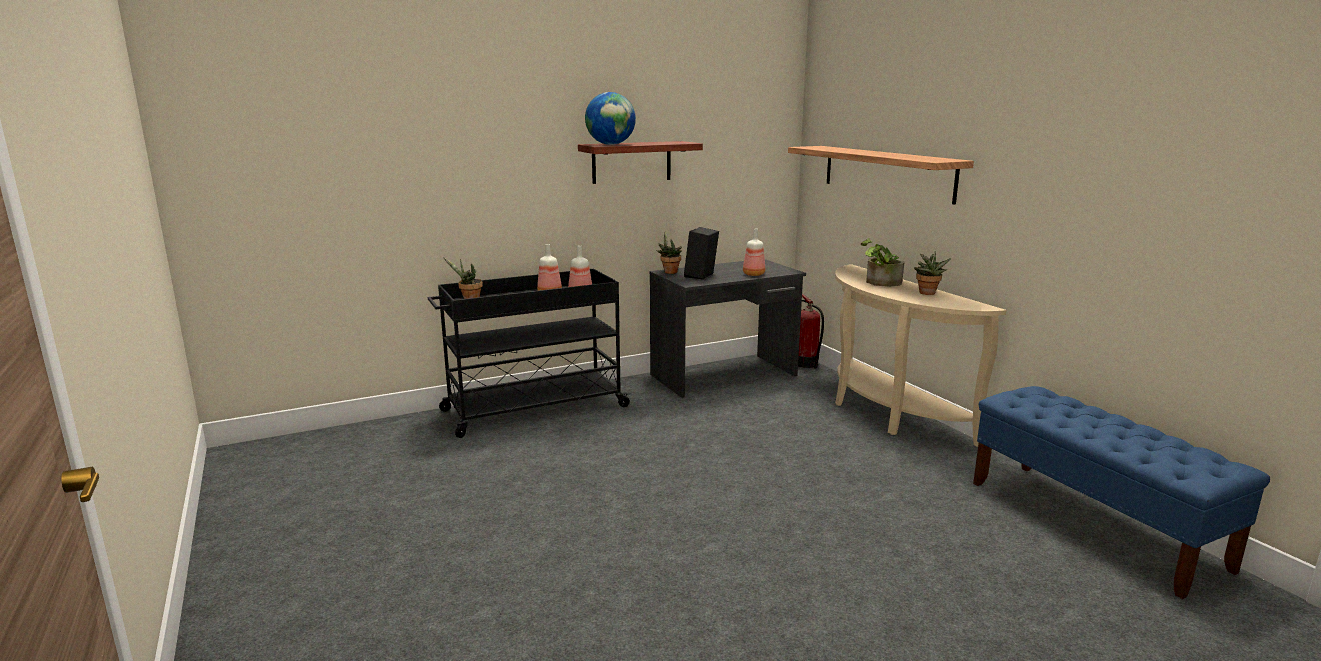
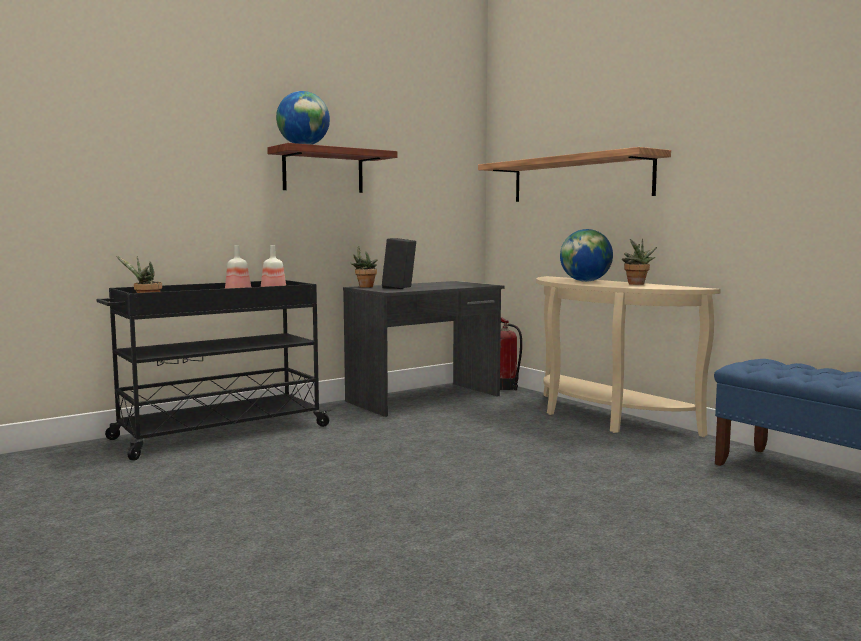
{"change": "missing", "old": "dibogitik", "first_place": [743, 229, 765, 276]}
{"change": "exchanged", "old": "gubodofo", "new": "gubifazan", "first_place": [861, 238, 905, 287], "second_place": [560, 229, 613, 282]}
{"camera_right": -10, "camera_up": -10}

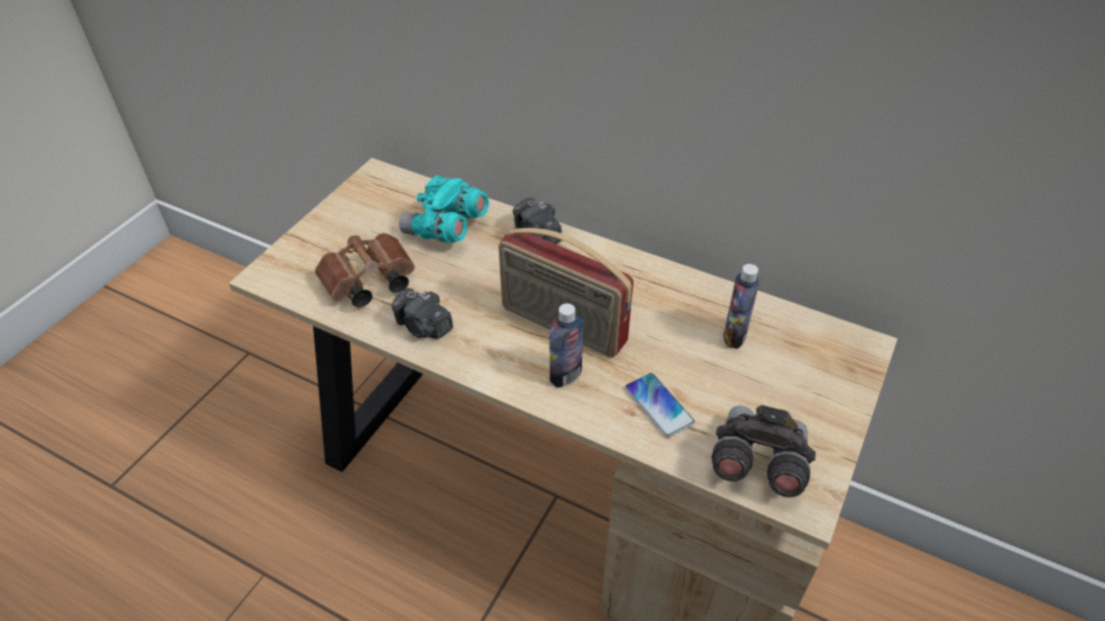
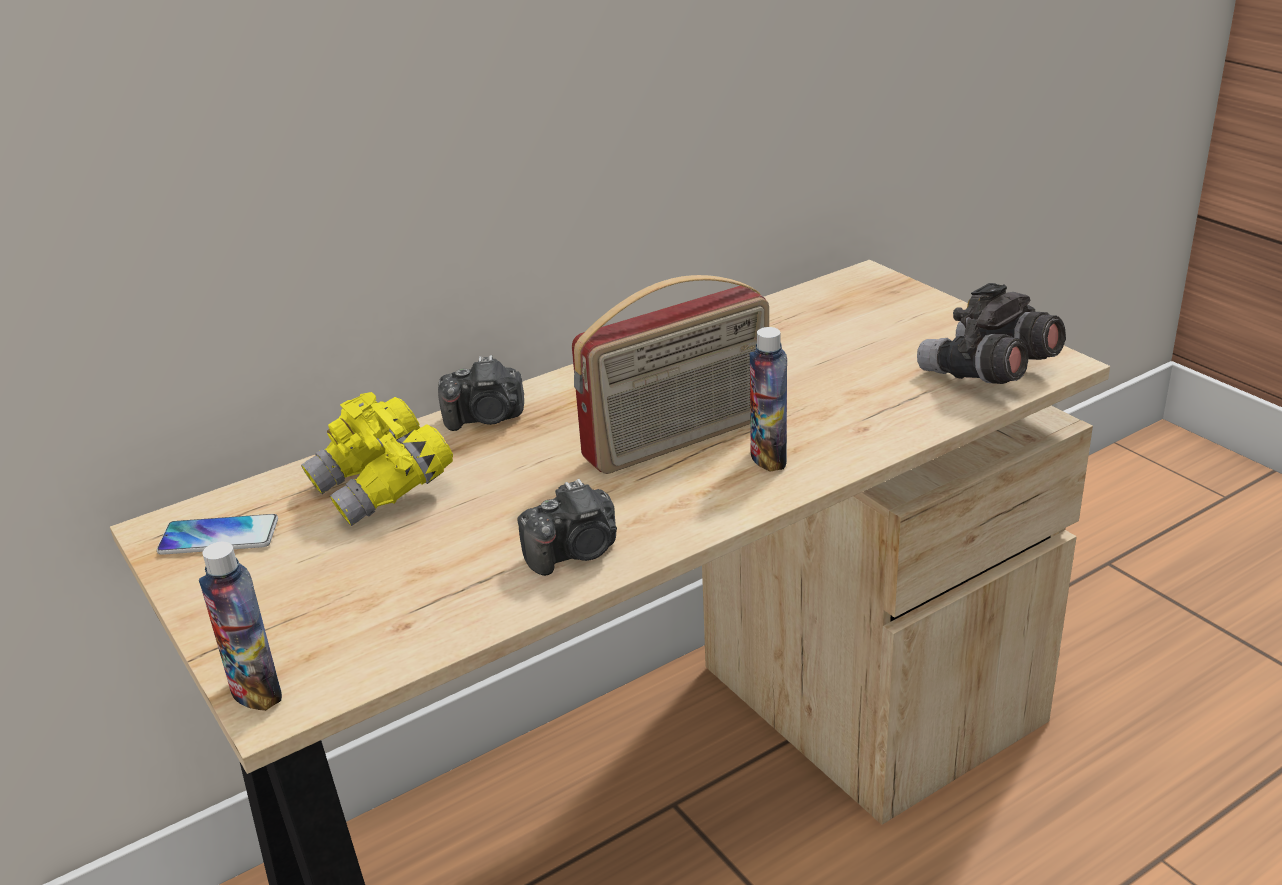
{"change": "missing", "old": "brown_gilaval", "first_place": [315, 233, 415, 307]}
{"change": "colour", "old": "turquoise_gilaval", "new": "yellow_gilaval", "first_place": [399, 175, 489, 243], "second_place": [301, 392, 453, 526]}
{"change": "relocated", "old": "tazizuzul", "first_place": [625, 373, 695, 438], "second_place": [157, 514, 278, 555]}
{"change": "relocated", "old": "dibogitik", "first_place": [723, 264, 759, 349], "second_place": [199, 542, 282, 711]}
{"camera_right": -60, "camera_up": -15}

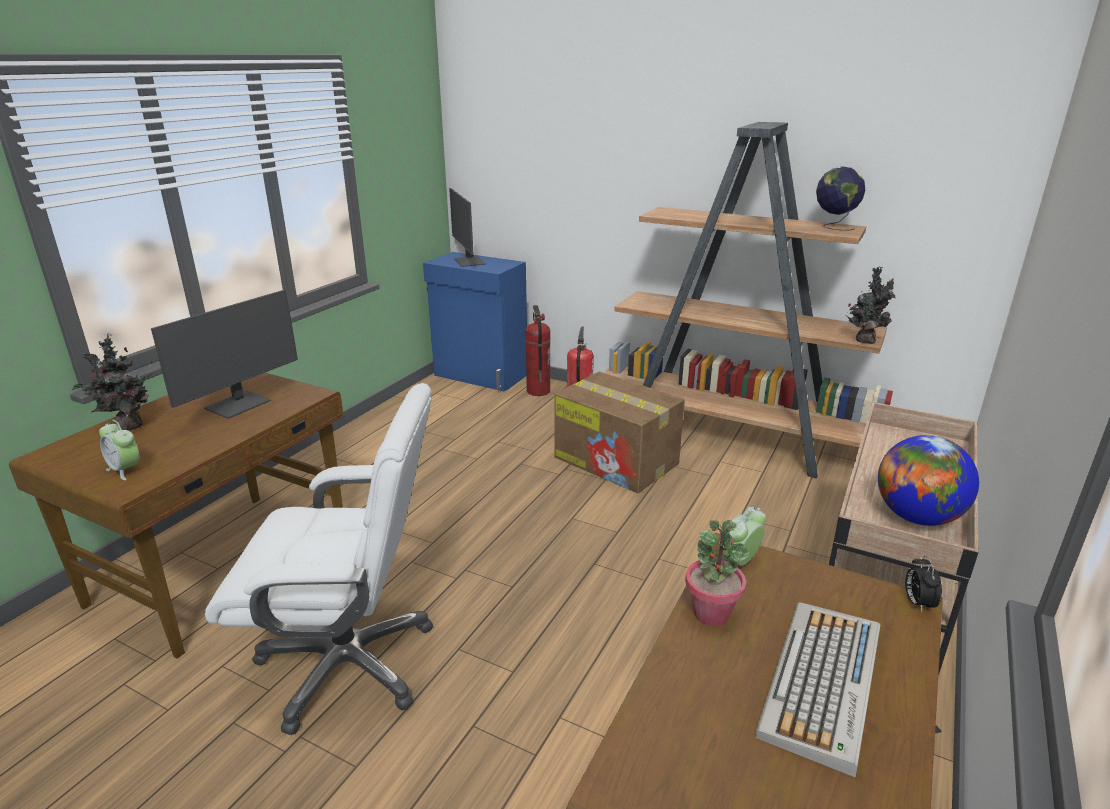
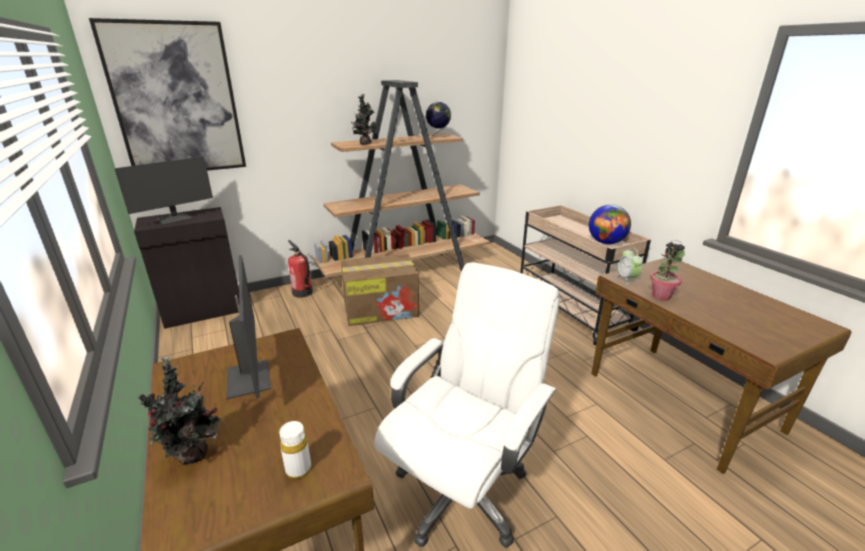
{"change": "exchanged", "old": "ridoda", "new": "white_dibogitik", "first_place": [99, 420, 139, 480], "second_place": [279, 421, 311, 479]}
{"change": "colour", "old": "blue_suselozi", "new": "black_suselozi", "first_place": [423, 252, 527, 392], "second_place": [134, 207, 239, 329]}
{"change": "spun", "old": "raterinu", "first_place": [449, 188, 486, 267], "second_place": [114, 156, 213, 225], "degrees": -60}
{"change": "missing", "old": "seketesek", "first_place": [525, 305, 551, 396]}
{"change": "missing", "old": "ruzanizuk", "first_place": [755, 602, 880, 778]}
{"change": "relocated", "old": "gubodofo", "first_place": [846, 267, 895, 344], "second_place": [351, 94, 377, 145]}
{"change": "appeared", "new": "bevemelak", "second_place": [89, 18, 246, 171]}
{"camera_right": -55, "camera_up": 0}

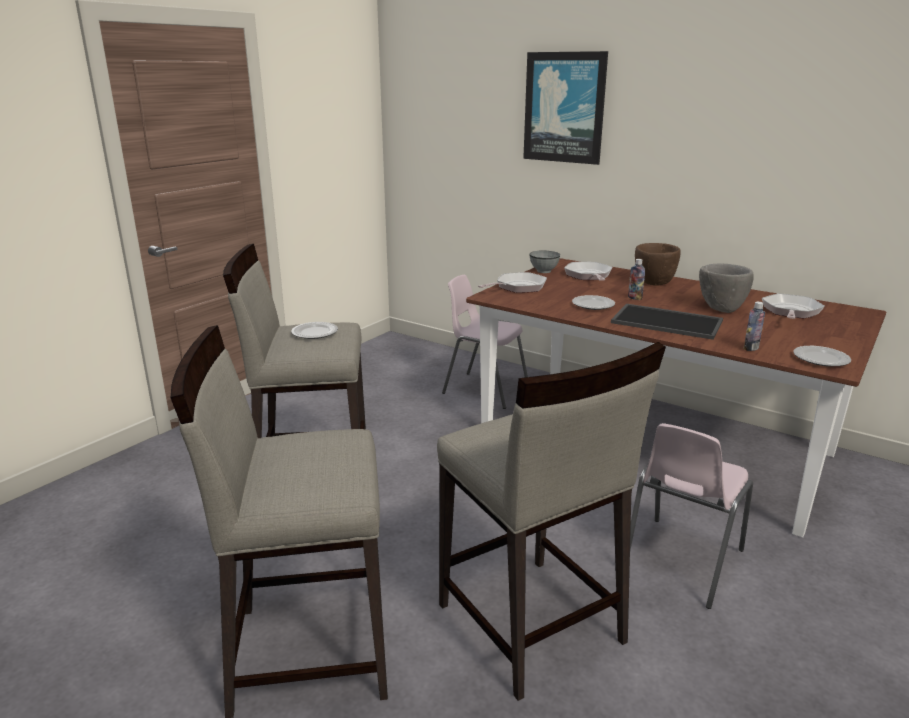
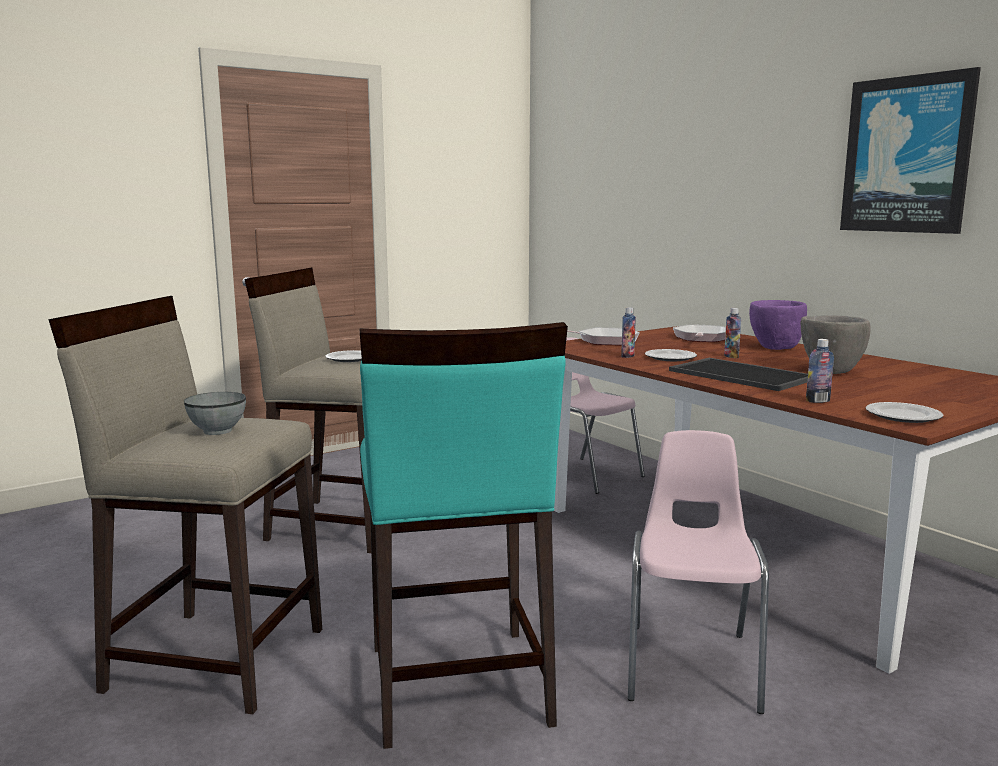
{"change": "colour", "old": "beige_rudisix", "new": "turquoise_rudisix", "first_place": [437, 342, 666, 701], "second_place": [360, 322, 568, 749]}
{"change": "relocated", "old": "bevemelak", "first_place": [523, 51, 608, 165], "second_place": [840, 67, 981, 234]}
{"change": "relocated", "old": "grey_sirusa", "first_place": [530, 250, 560, 273], "second_place": [184, 392, 246, 435]}
{"change": "spun", "old": "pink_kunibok", "first_place": [630, 423, 753, 609], "second_place": [628, 430, 769, 714], "degrees": 135}
{"change": "colour", "old": "brown_sirusa", "new": "purple_sirusa", "first_place": [635, 243, 681, 286], "second_place": [749, 300, 807, 350]}
{"change": "missing", "old": "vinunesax", "first_place": [762, 293, 825, 319]}
{"change": "appeared", "new": "dibogitik", "second_place": [621, 308, 636, 358]}
{"camera_right": 20, "camera_up": -10}

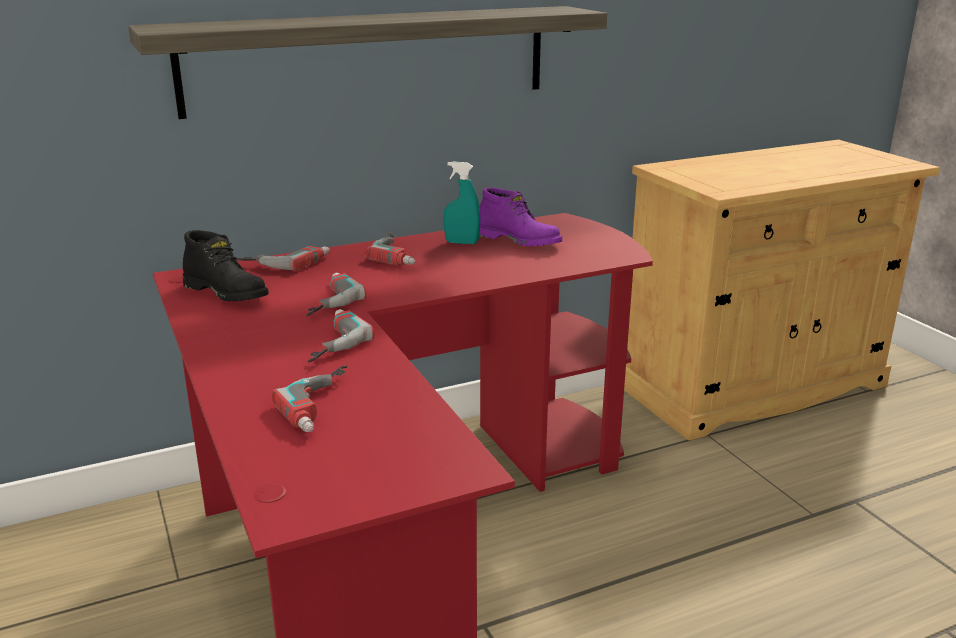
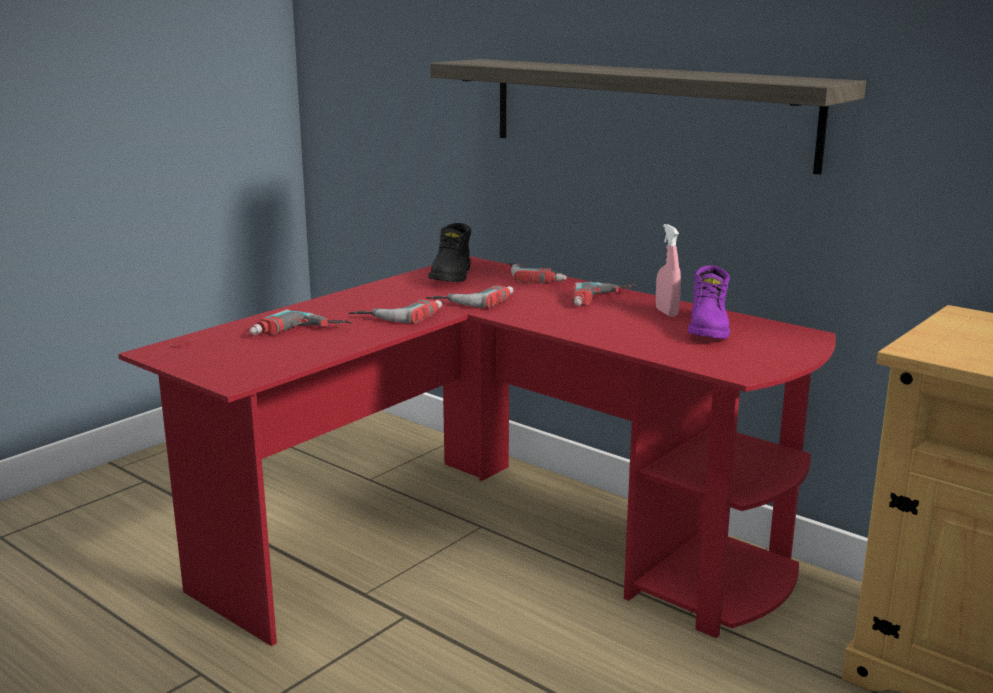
{"change": "colour", "old": "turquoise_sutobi", "new": "pink_sutobi", "first_place": [444, 161, 480, 244], "second_place": [656, 224, 681, 317]}
{"camera_right": 65, "camera_up": -5}

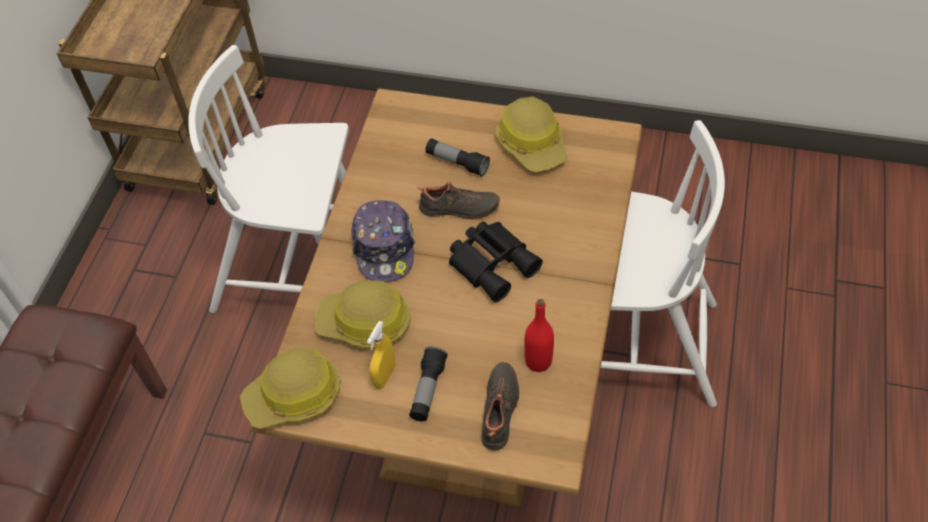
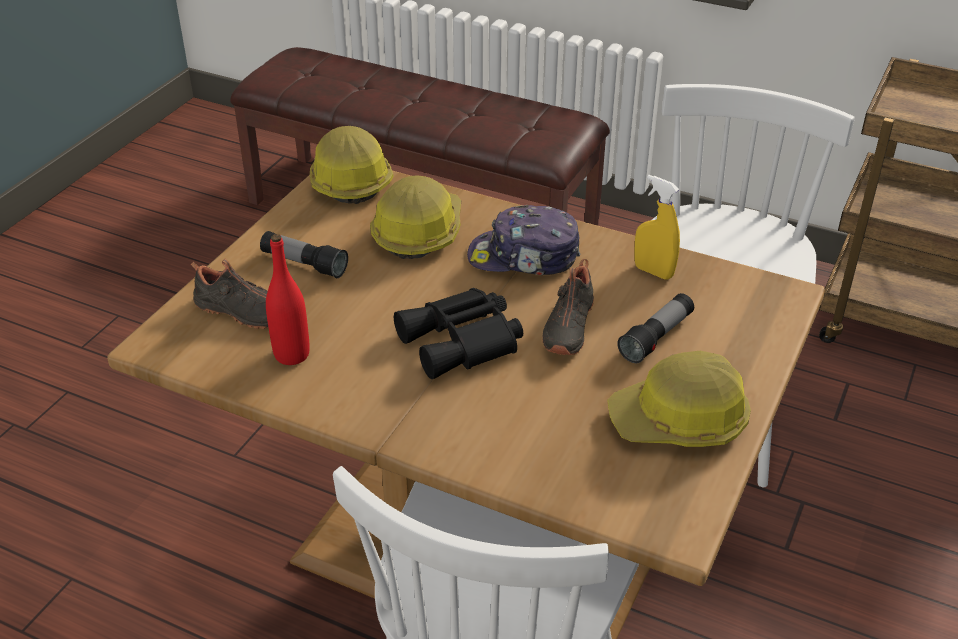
{"change": "relocated", "old": "yellow_sutobi", "first_place": [367, 321, 396, 389], "second_place": [634, 175, 680, 280]}
{"camera_right": 100, "camera_up": -15}

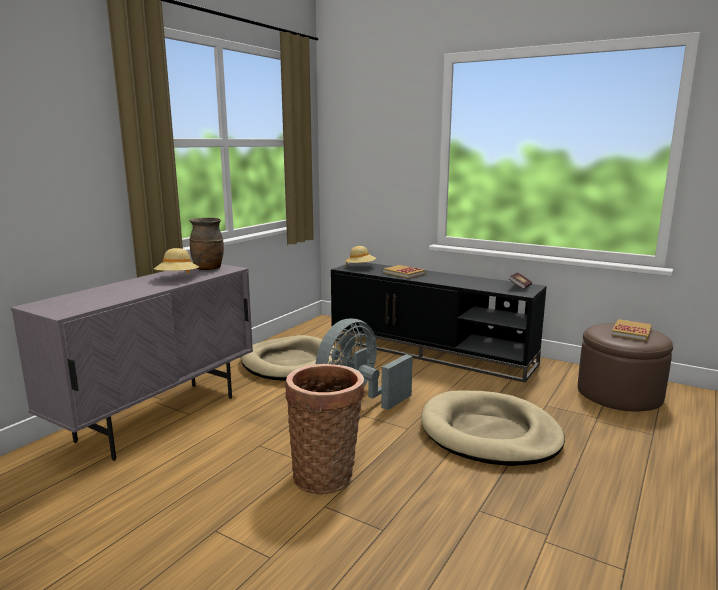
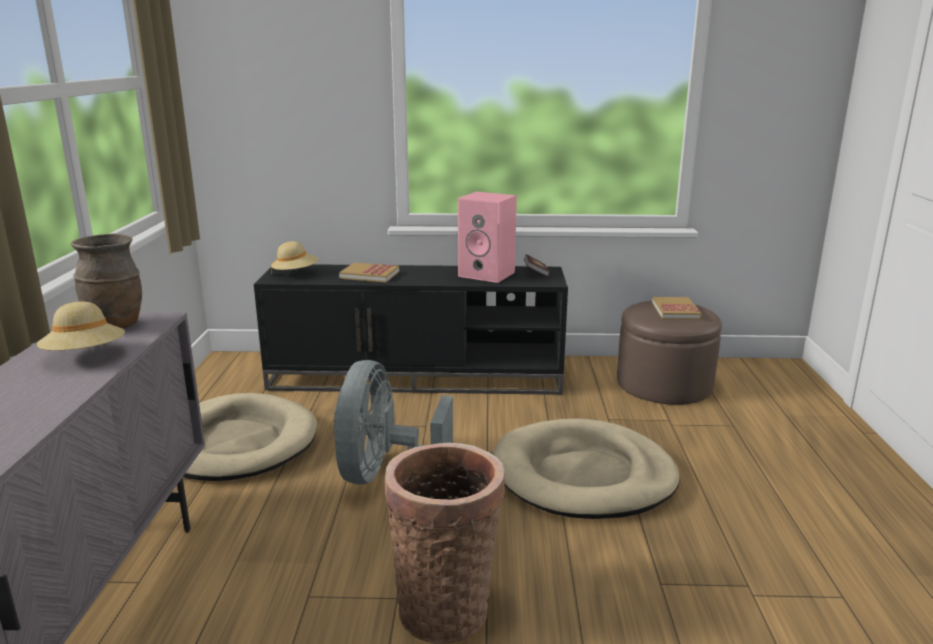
{"change": "appeared", "new": "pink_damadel", "second_place": [458, 191, 517, 283]}
{"camera_right": -30, "camera_up": 5}

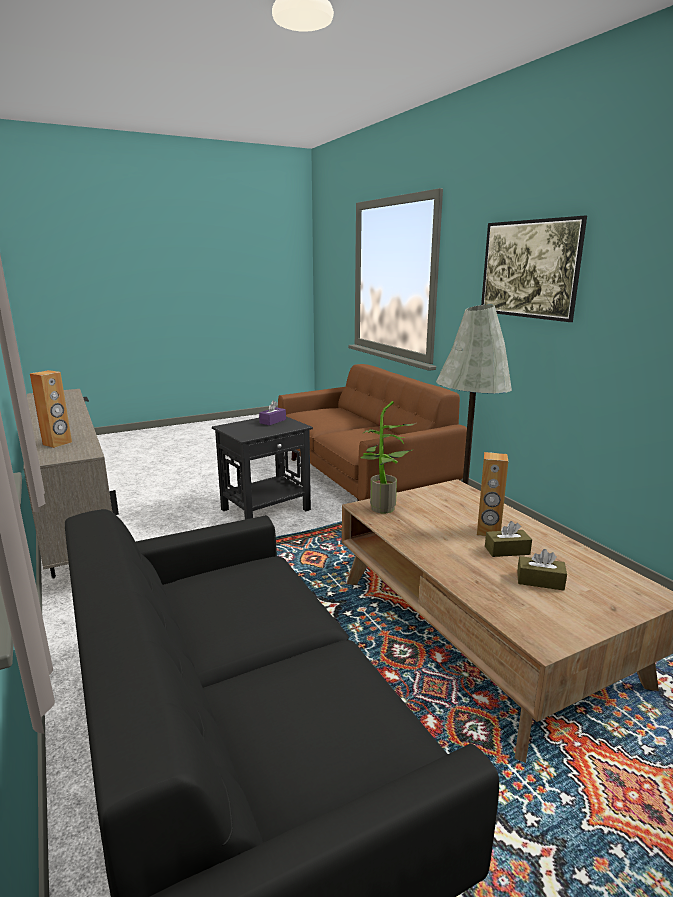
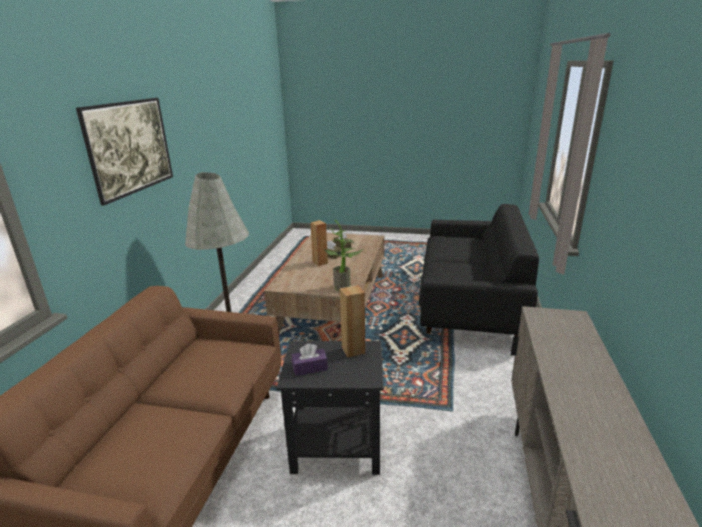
{"change": "relocated", "old": "brown_damadel", "first_place": [30, 370, 72, 448], "second_place": [340, 285, 365, 357]}
{"camera_right": -140, "camera_up": 5}

